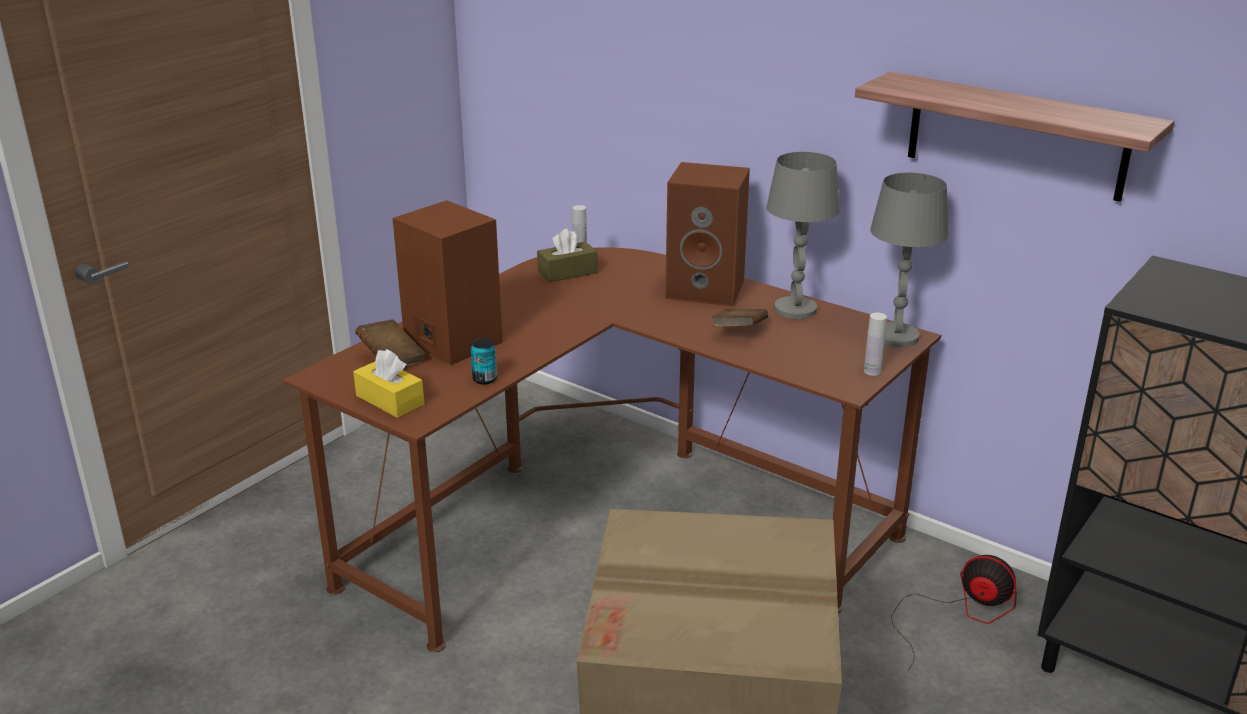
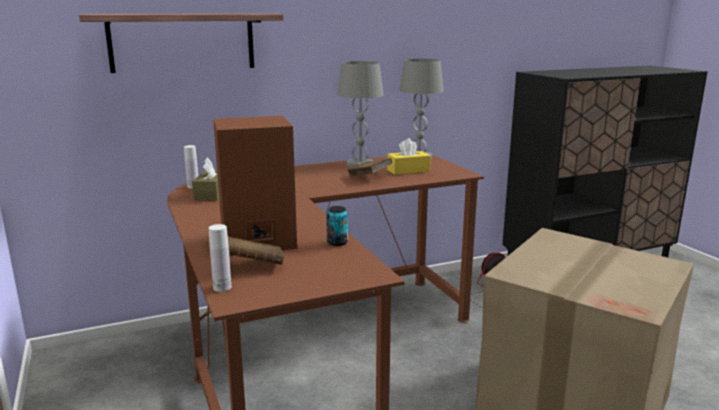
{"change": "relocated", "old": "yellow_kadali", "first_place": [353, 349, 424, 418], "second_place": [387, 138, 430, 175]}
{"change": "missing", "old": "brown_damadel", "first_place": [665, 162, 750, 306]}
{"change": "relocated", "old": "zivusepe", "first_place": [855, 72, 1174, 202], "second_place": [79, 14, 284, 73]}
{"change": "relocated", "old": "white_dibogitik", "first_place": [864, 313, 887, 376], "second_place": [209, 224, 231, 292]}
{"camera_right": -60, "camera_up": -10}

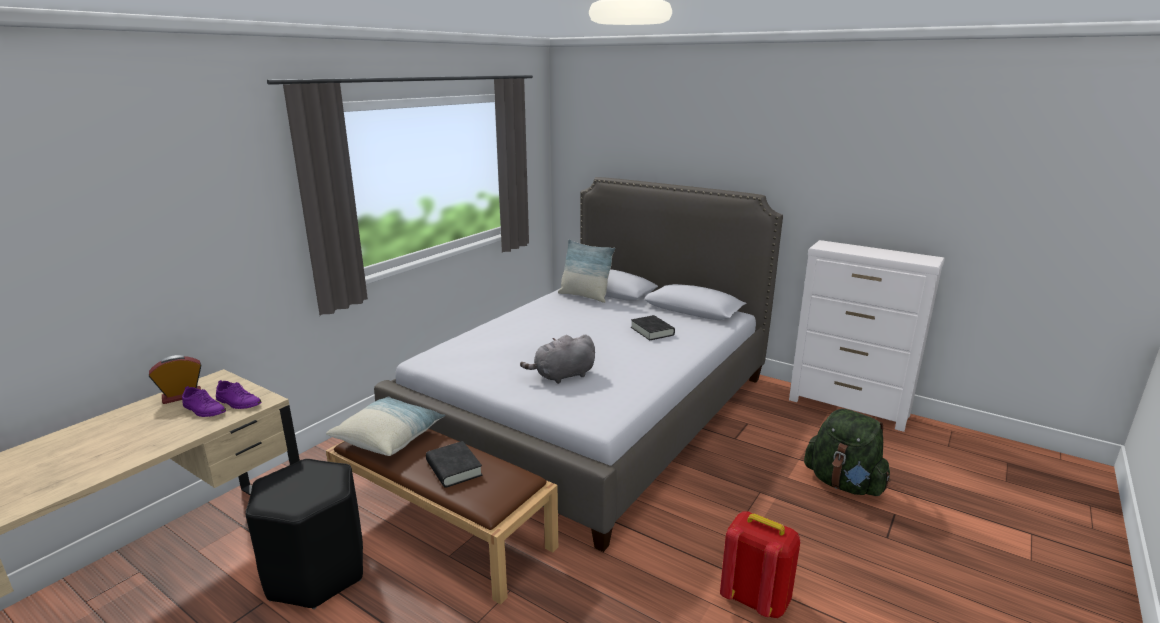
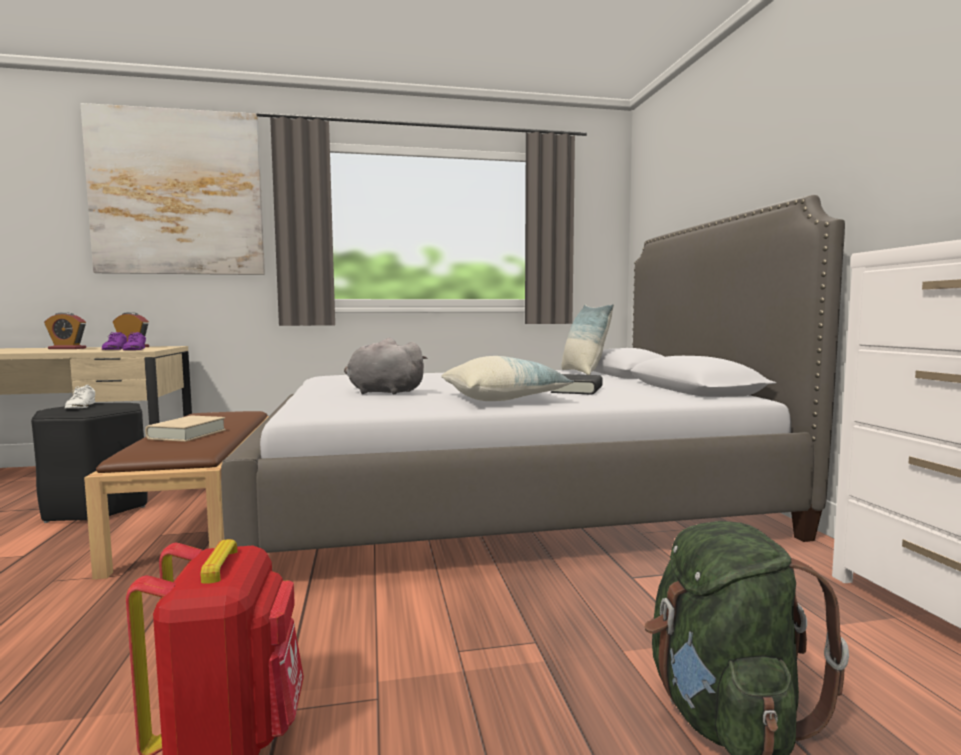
{"change": "relocated", "old": "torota", "first_place": [326, 396, 445, 456], "second_place": [441, 356, 574, 401]}
{"change": "colour", "old": "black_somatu", "new": "beige_somatu", "first_place": [426, 441, 483, 488], "second_place": [145, 416, 226, 442]}
{"change": "appeared", "new": "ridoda", "second_place": [44, 312, 86, 349]}
{"change": "appeared", "new": "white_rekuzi", "second_place": [65, 385, 95, 409]}
{"change": "appeared", "new": "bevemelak", "second_place": [80, 103, 265, 275]}
{"camera_right": 45, "camera_up": -15}

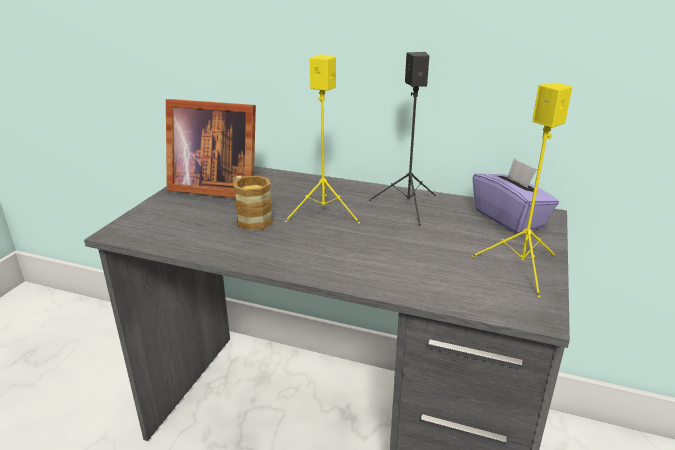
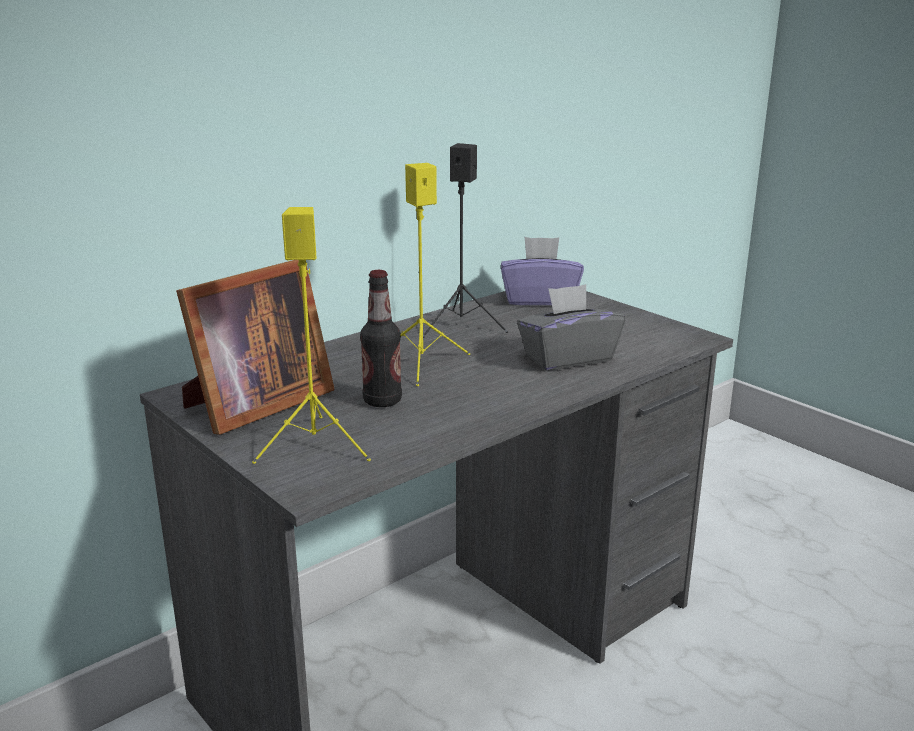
{"change": "exchanged", "old": "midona", "new": "dibogitik", "first_place": [233, 175, 273, 230], "second_place": [360, 270, 402, 407]}
{"change": "relocated", "old": "yellow_damadel", "first_place": [472, 82, 572, 297], "second_place": [252, 207, 371, 464]}
{"change": "appeared", "new": "grey_kadali", "second_place": [517, 284, 625, 371]}
{"camera_right": -60, "camera_up": -5}

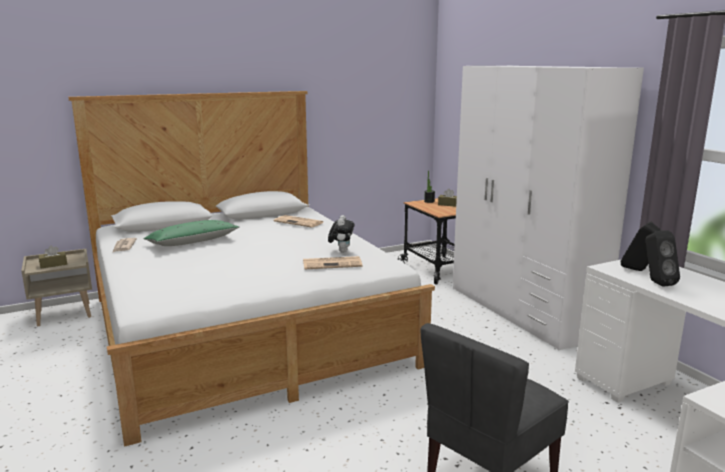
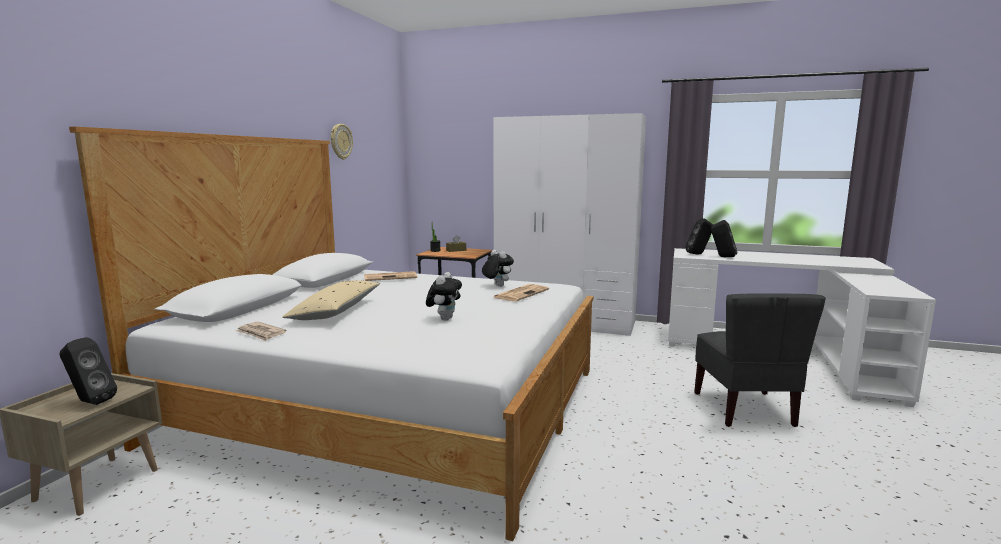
{"change": "exchanged", "old": "brown_kadali", "new": "black_damadel", "first_place": [39, 246, 67, 269], "second_place": [59, 337, 117, 405]}
{"change": "colour", "old": "green_torota", "new": "beige_torota", "first_place": [143, 220, 239, 246], "second_place": [282, 280, 380, 320]}
{"change": "appeared", "new": "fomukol", "second_place": [331, 124, 353, 160]}
{"change": "appeared", "new": "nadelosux", "second_place": [426, 272, 462, 321]}
{"camera_right": -45, "camera_up": -5}

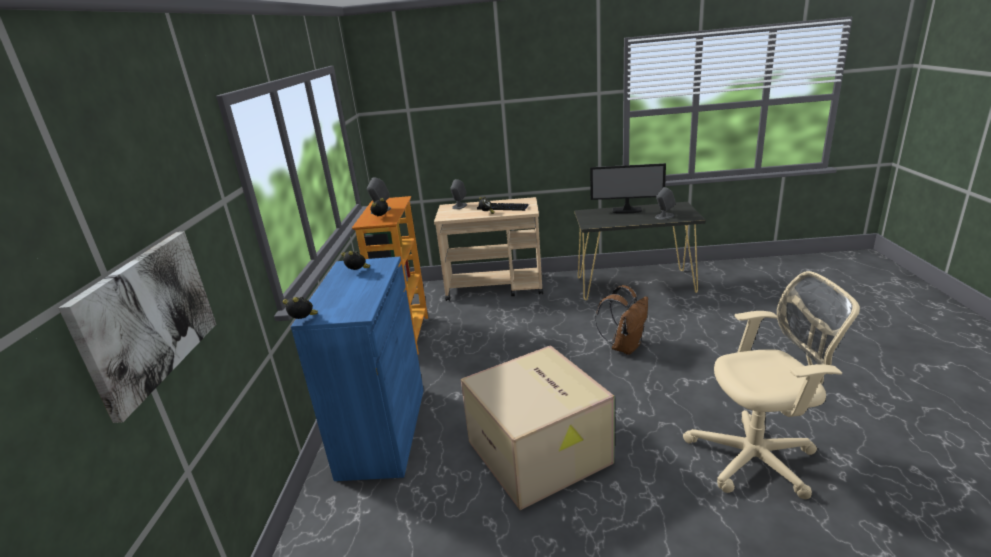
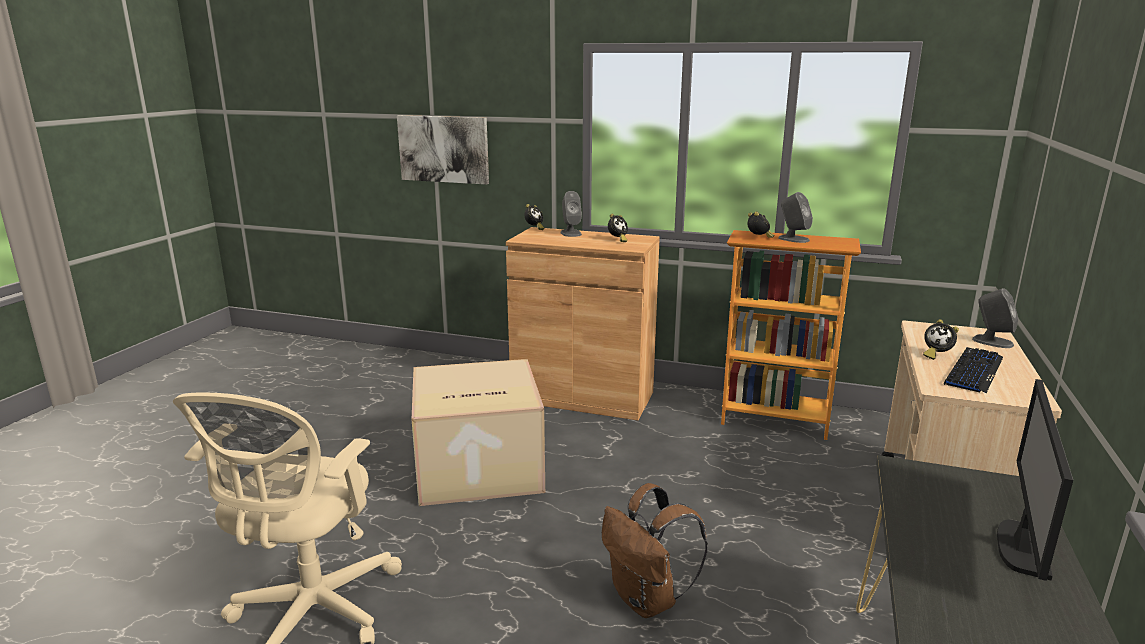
{"change": "colour", "old": "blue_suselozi", "new": "brown_suselozi", "first_place": [291, 257, 424, 481], "second_place": [506, 227, 660, 420]}
{"change": "relocated", "old": "grey_damadel", "first_place": [655, 187, 676, 220], "second_place": [560, 191, 582, 237]}
{"camera_right": 105, "camera_up": -5}

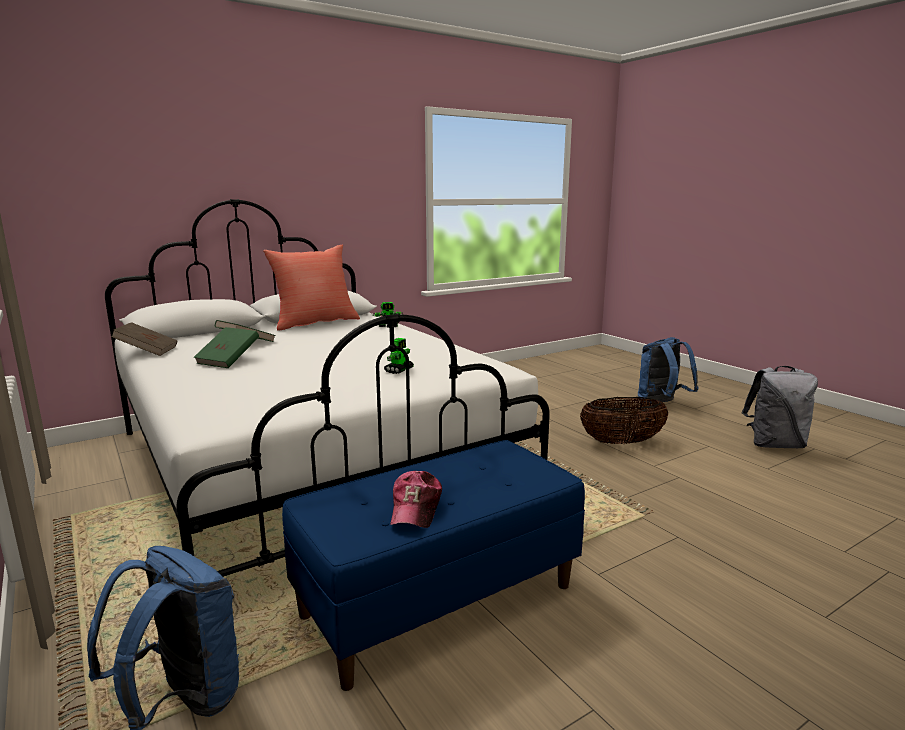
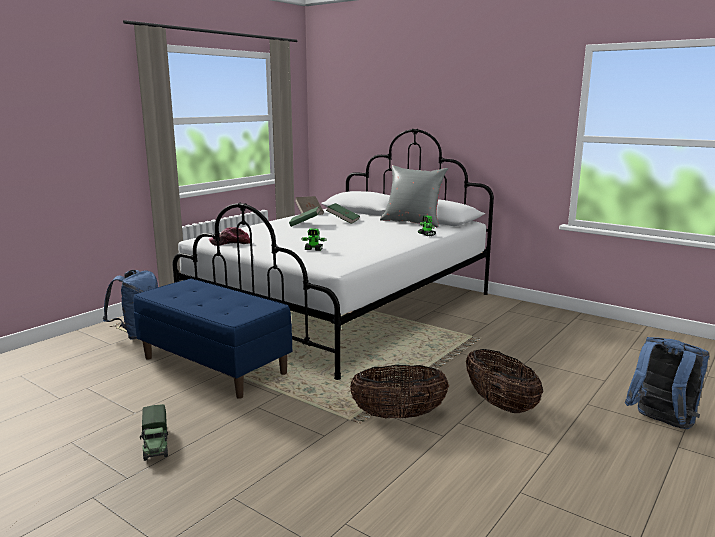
{"change": "colour", "old": "red_torota", "new": "grey_torota", "first_place": [263, 245, 360, 331], "second_place": [380, 165, 448, 227]}
{"change": "relocated", "old": "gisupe", "first_place": [390, 471, 442, 528], "second_place": [209, 227, 250, 246]}
{"change": "missing", "old": "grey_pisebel", "first_place": [742, 366, 818, 448]}
{"change": "appeared", "new": "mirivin", "second_place": [140, 404, 168, 461]}
{"change": "appeared", "new": "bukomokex", "second_place": [350, 365, 449, 419]}
{"camera_right": 70, "camera_up": 0}

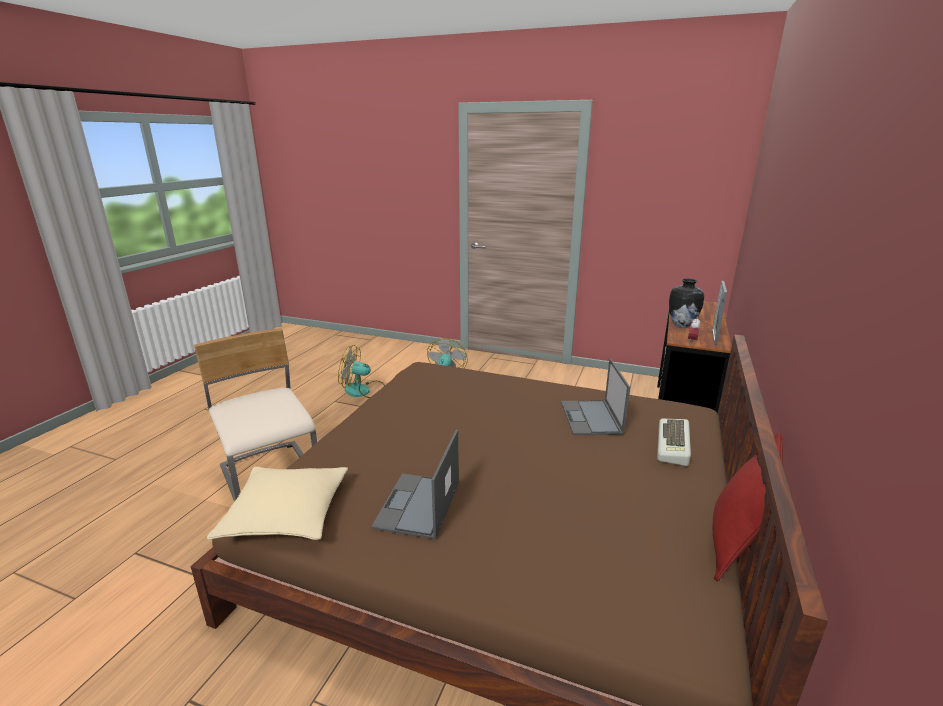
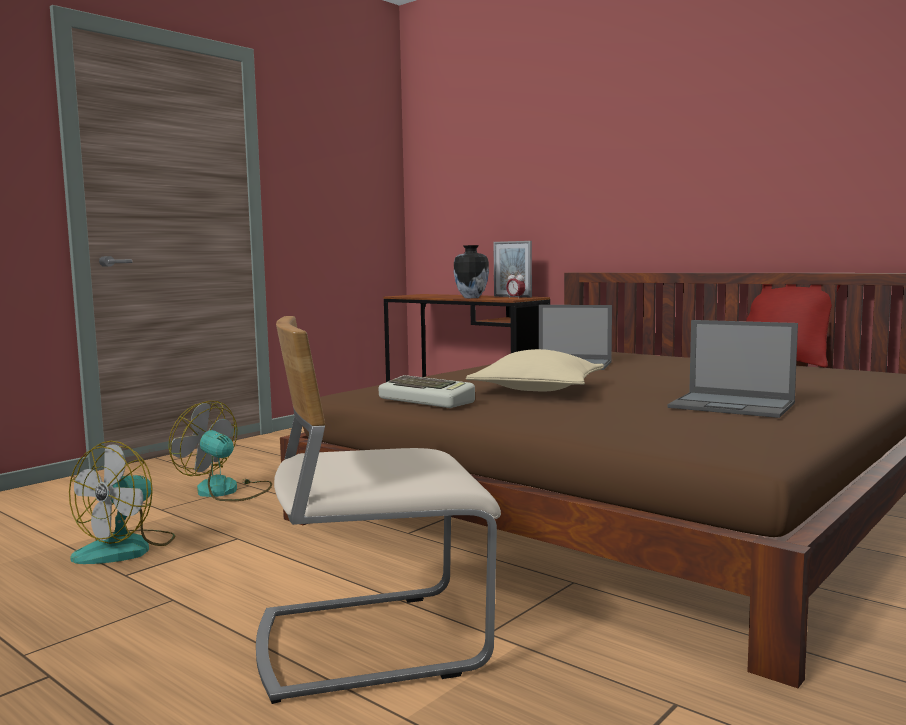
{"change": "relocated", "old": "beige_torota", "first_place": [207, 467, 348, 540], "second_place": [466, 349, 604, 391]}
{"change": "relocated", "old": "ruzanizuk", "first_place": [657, 419, 691, 466], "second_place": [378, 375, 475, 408]}
{"camera_right": -70, "camera_up": -15}

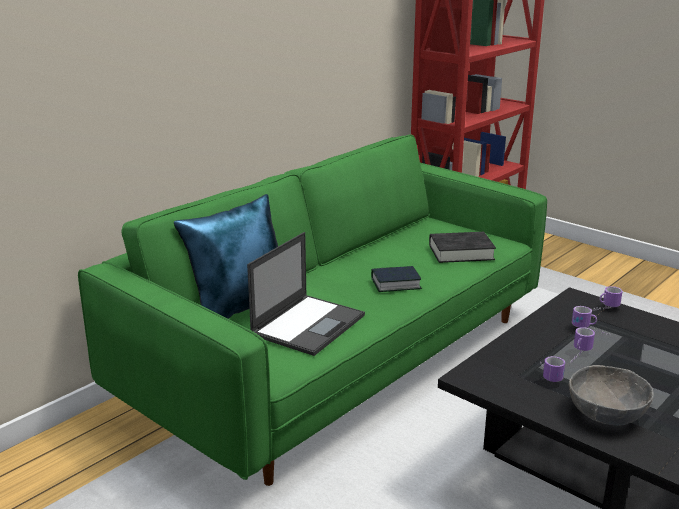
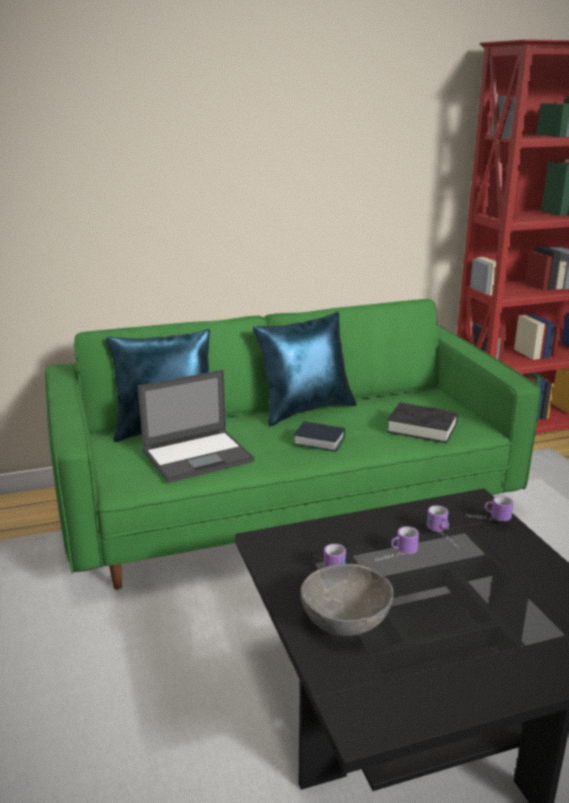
{"change": "appeared", "new": "blue_torota", "second_place": [253, 312, 357, 426]}
{"camera_right": 30, "camera_up": 0}

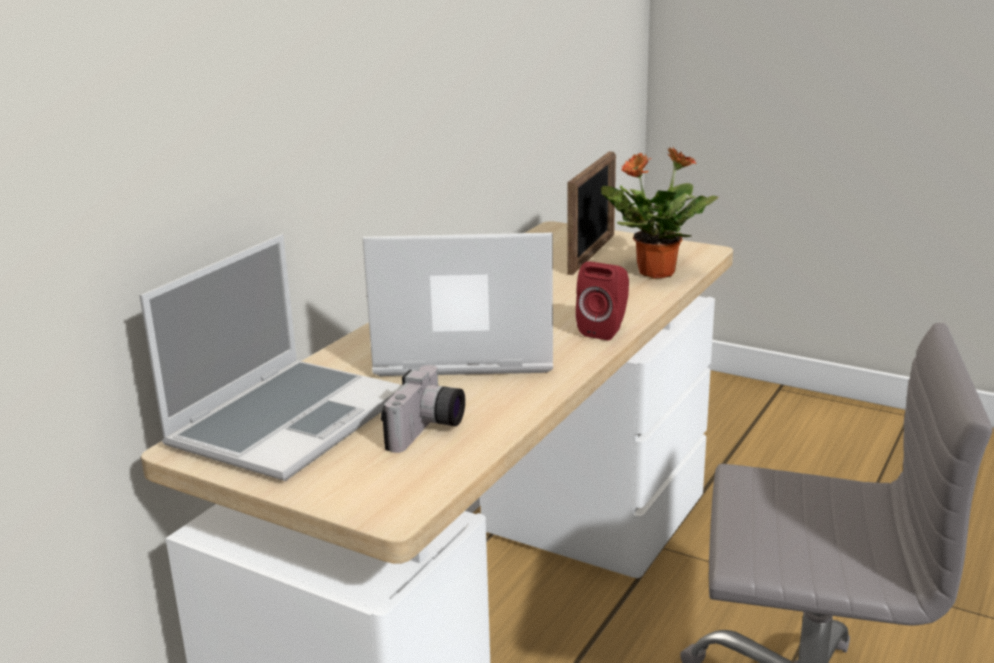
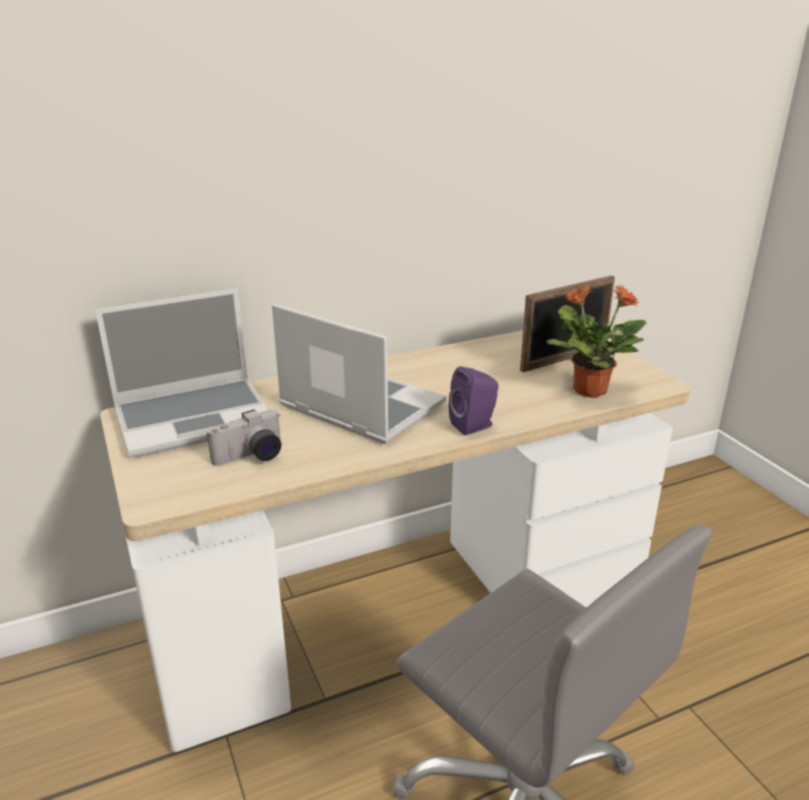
{"change": "colour", "old": "red_damadel", "new": "purple_damadel", "first_place": [576, 261, 629, 341], "second_place": [449, 366, 498, 435]}
{"camera_right": 35, "camera_up": 5}

